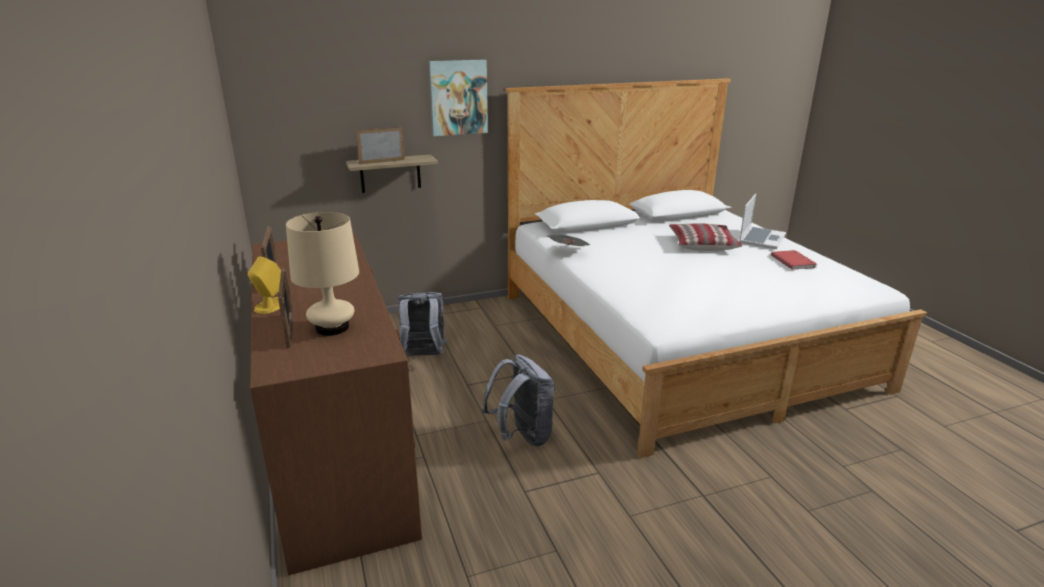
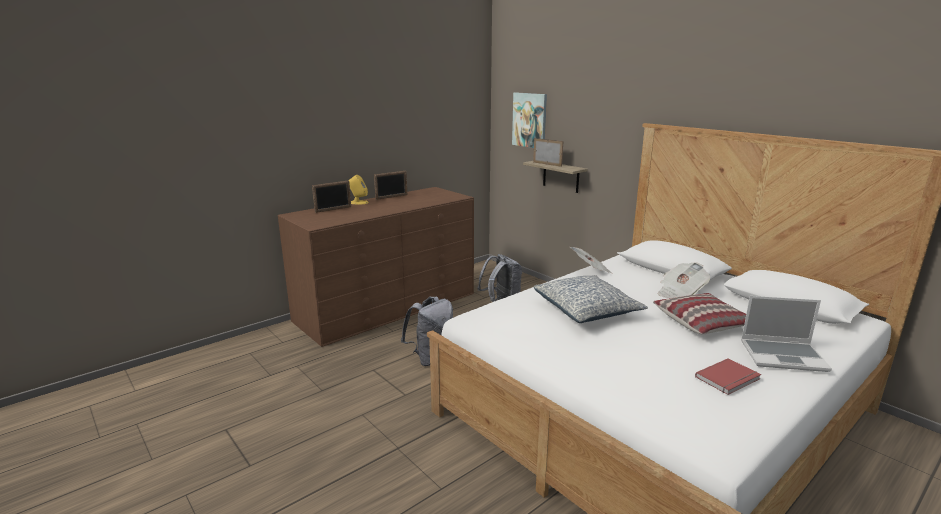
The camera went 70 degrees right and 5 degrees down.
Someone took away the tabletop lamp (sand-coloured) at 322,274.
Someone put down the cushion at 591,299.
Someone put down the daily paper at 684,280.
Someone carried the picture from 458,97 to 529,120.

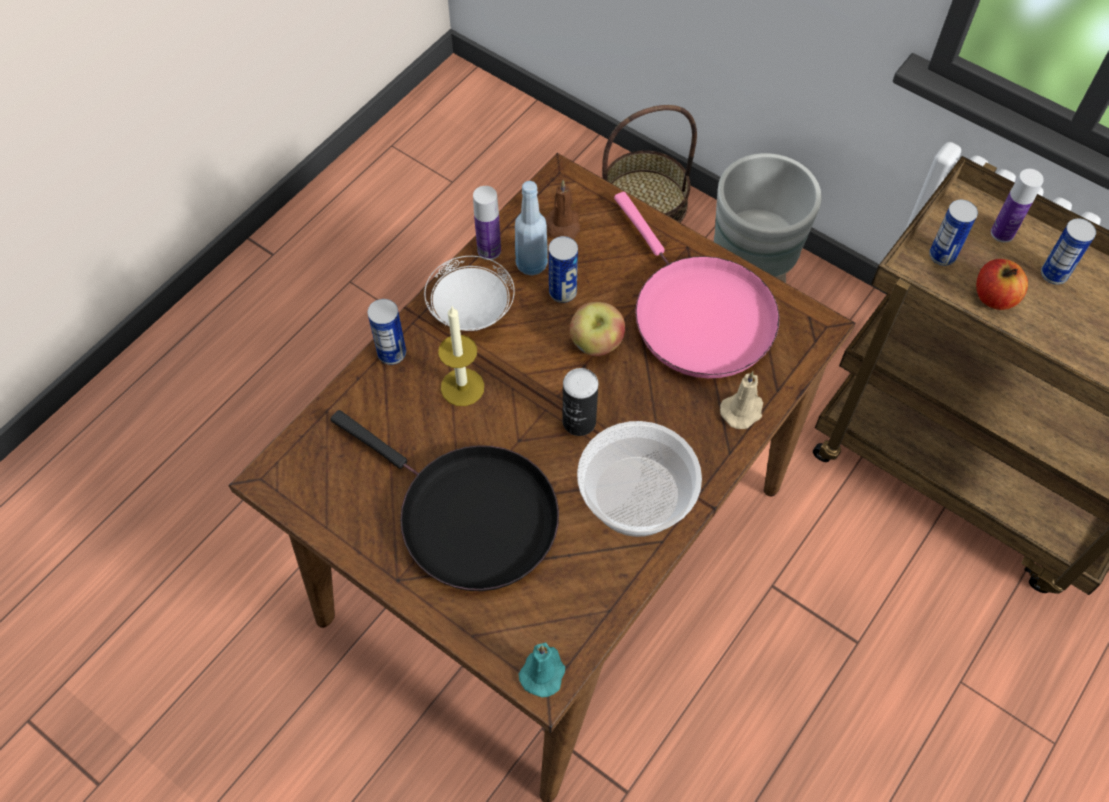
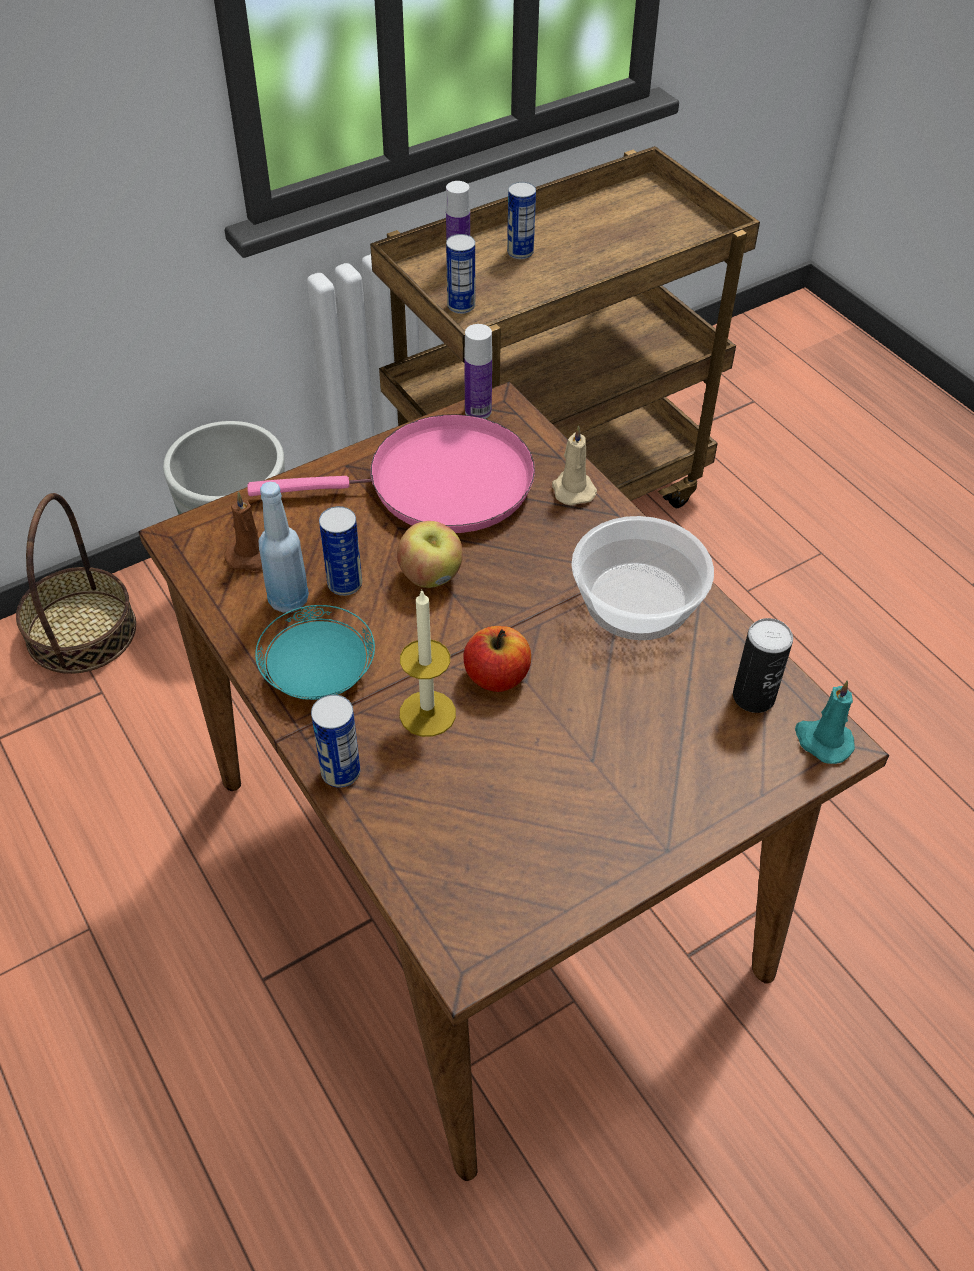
The camera went 70 degrees left and 10 degrees down.
Someone took away the skillet (black-coloured) at 445,500.
Someone carried the beverage bottle from 487,223 to 478,371.
Someone carried the sealed can from 580,402 to 763,665.
Someone carried the apple fruit from 1002,284 to 497,659.
Someone repainted the dinner plate (white) at 469,293, which became the dinner plate (turquoise-coloured) at 315,652.

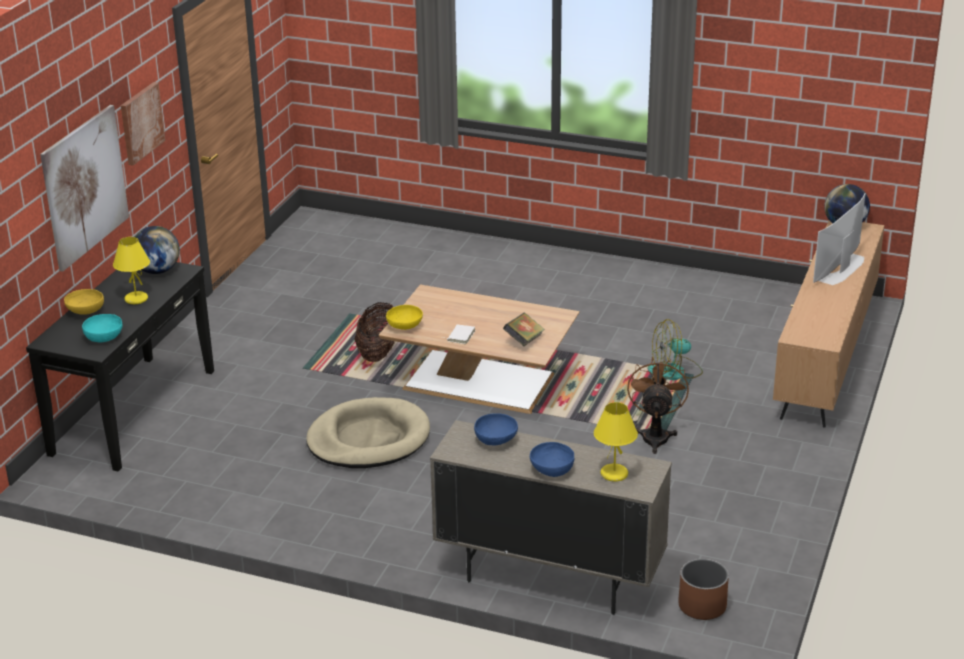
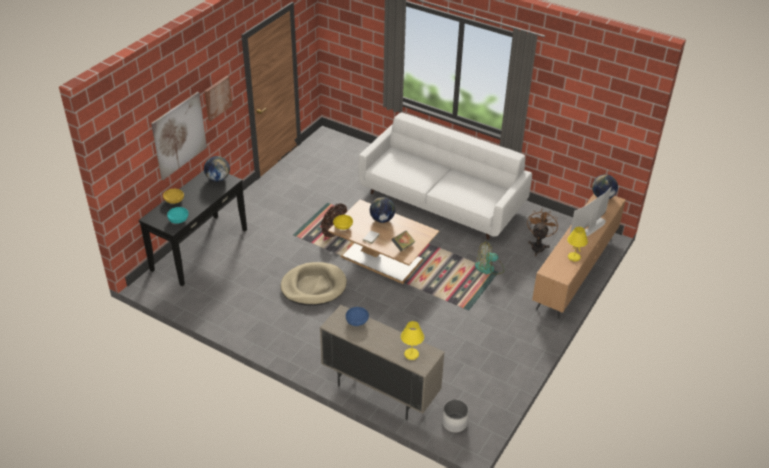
The camera went 10 degrees right and 10 degrees up.
Someone took away the deep dish (blue) at 552,459.
Someone put down the couch (white) at 445,176.
Someone put down the world globe at 382,210.
Someone carried the tabletop lamp (yellowish) from 131,270 to 577,244.
Someone carried the cooling fan (brownish) from 658,405 to 543,232.
Someone repainted the planter (brownish) at 703,589, which became the planter (white) at 455,416.

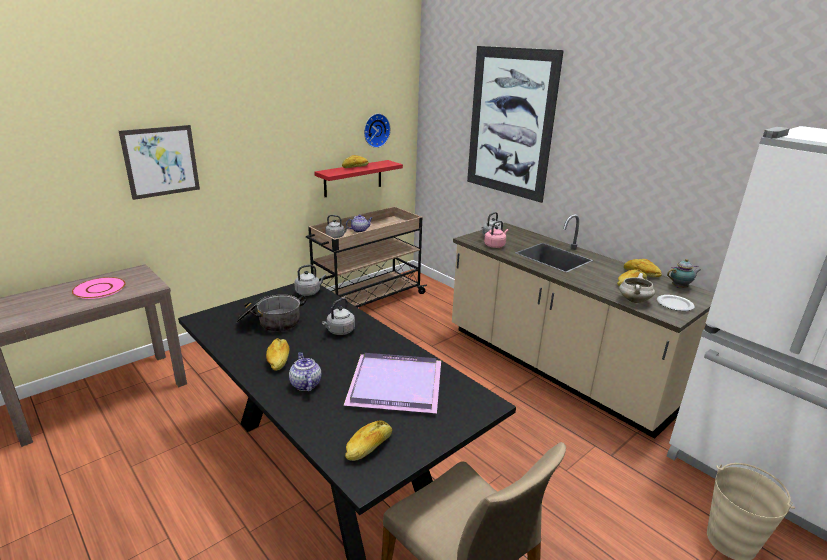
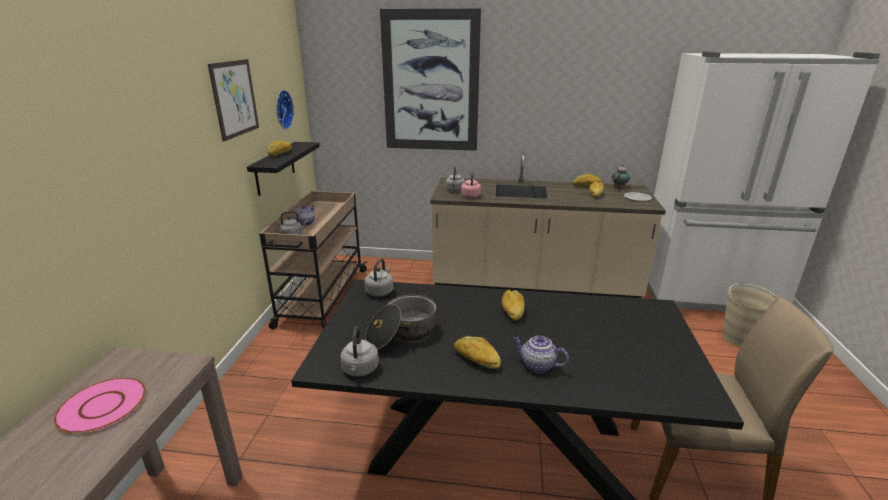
The camera went 40 degrees left and 0 degrees up.
Someone took away the tray (purple-coloured) at 392,383.
Someone took away the stockpot (white) at 637,288.
Someone carried the picture from 159,162 to 233,100.
Someone carried the tea kettle (greyish) from 338,316 to 360,351.
Someone carried the baked bread from 368,440 to 513,305.
Someone repainted the shelf (reddish) at 358,178, which became the shelf (black-coloured) at 283,169.

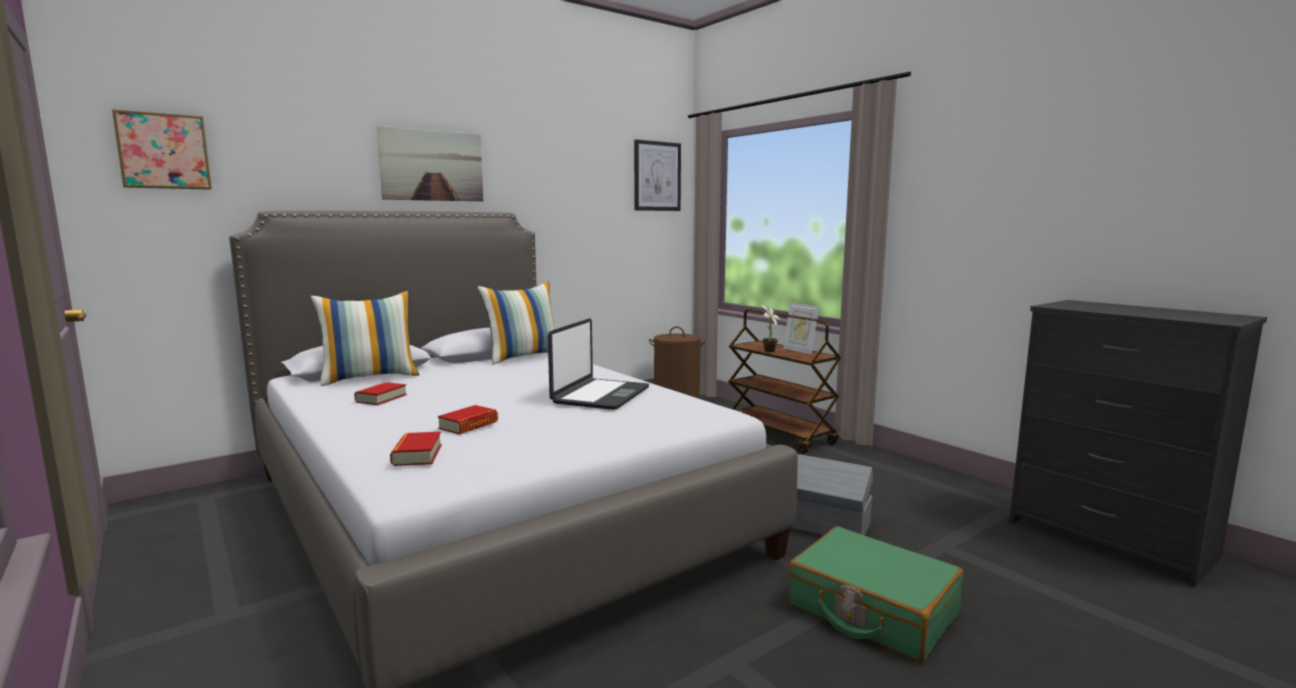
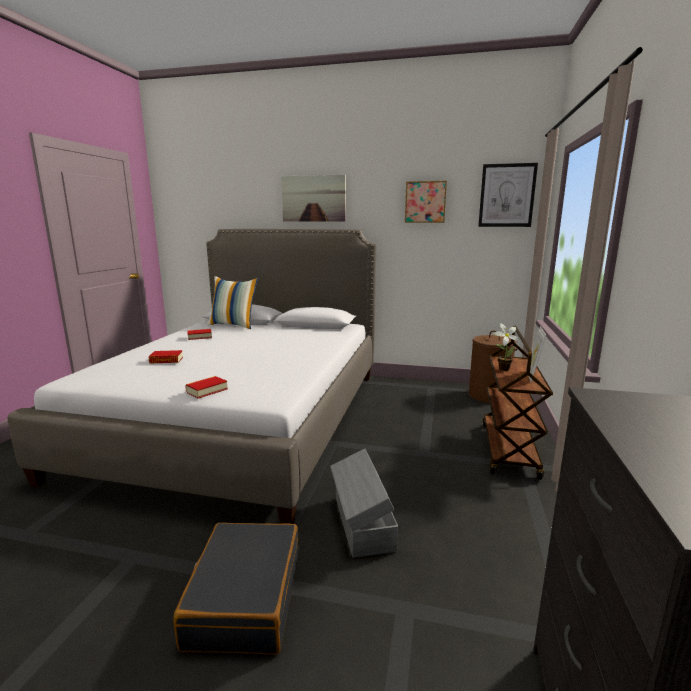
The camera went 50 degrees right and 5 degrees up.
Someone took away the cushion at 515,323.
Someone took away the portable computer at 598,364.
Someone carried the picture from 162,149 to 426,202.
Someone carried the volume from 416,449 to 206,387.
Someone repainted the travel case (greenish) at 876,594, which became the travel case (black-coloured) at 236,589.

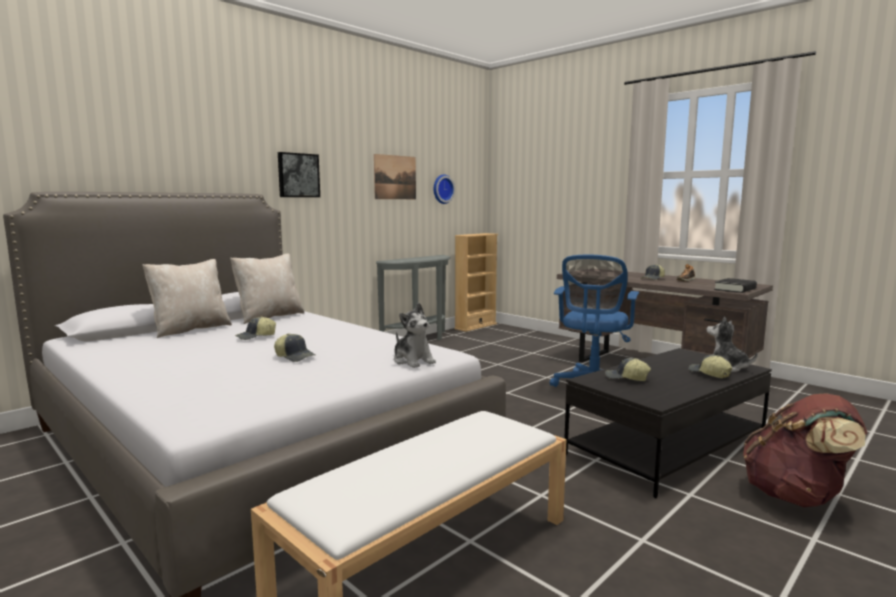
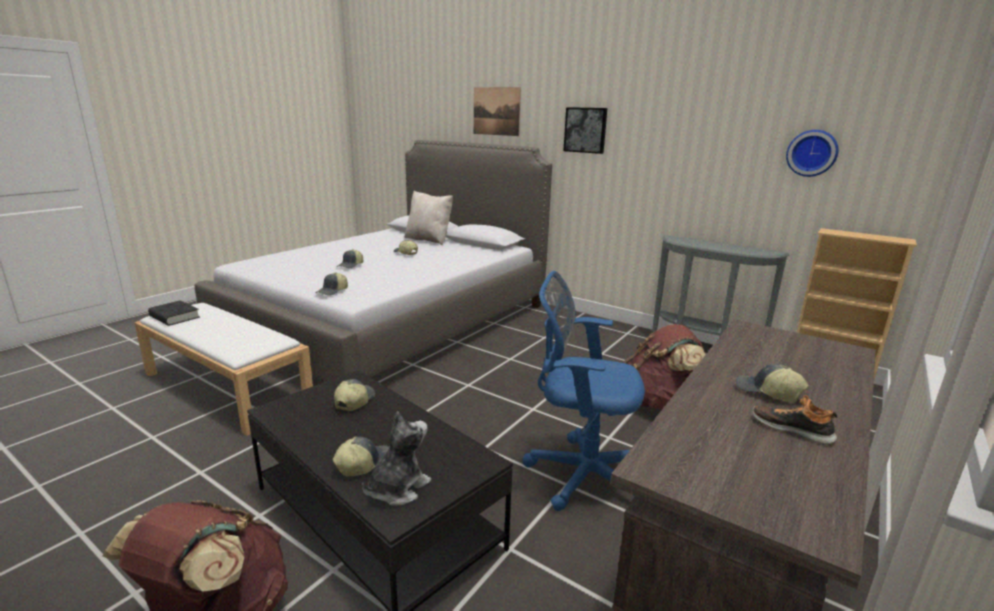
The camera went 80 degrees right and 10 degrees up.
Someone took away the cushion (sand-coloured) at 267,289.
Someone put down the backpack (brownish) at 664,366.
Someone carried the picture from 395,176 to 497,111.
Someone carried the volume (black-coloured) from 735,285 to 174,313.
Someone swapped the plush toy at 415,335 for the baseball cap at 331,284.

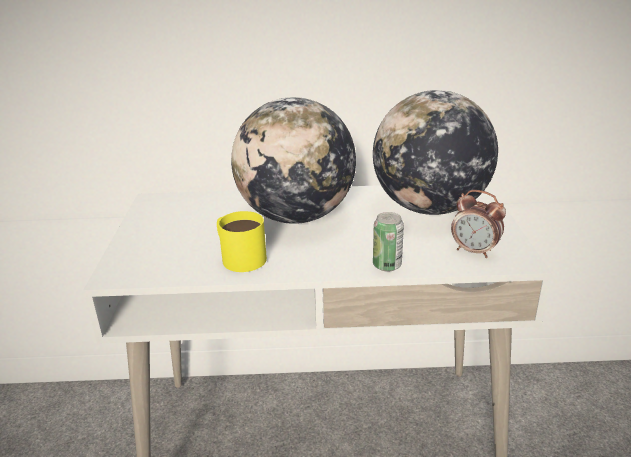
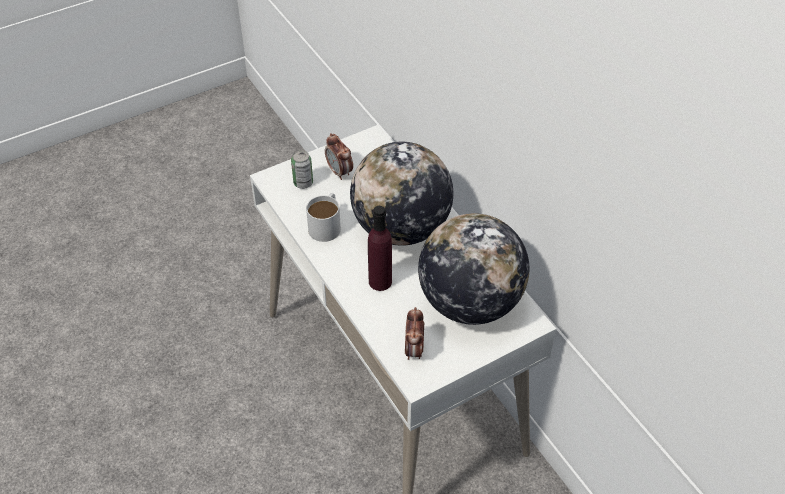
The camera went 60 degrees right and 20 degrees up.
Someone put down the bedside clock at 339,156.
Someone put down the beverage bottle (purple-coloured) at 380,248.
Someone carried the sealed can from 388,242 to 302,169.
Someone repainted the mug (yellowish) at 242,241, which became the mug (white) at 323,217.

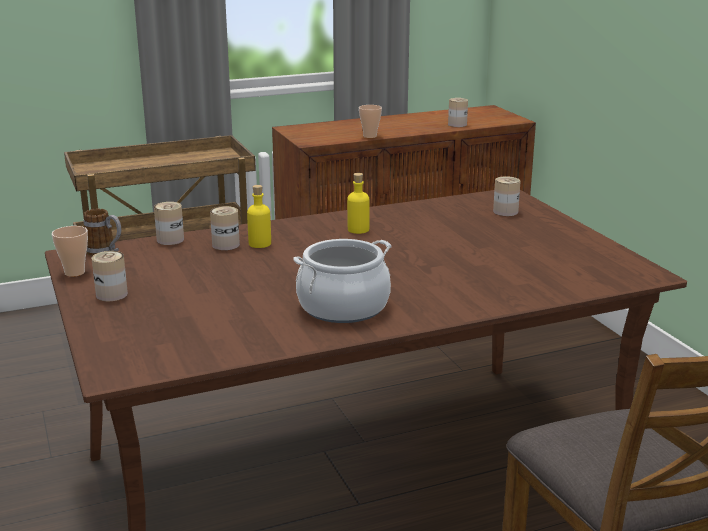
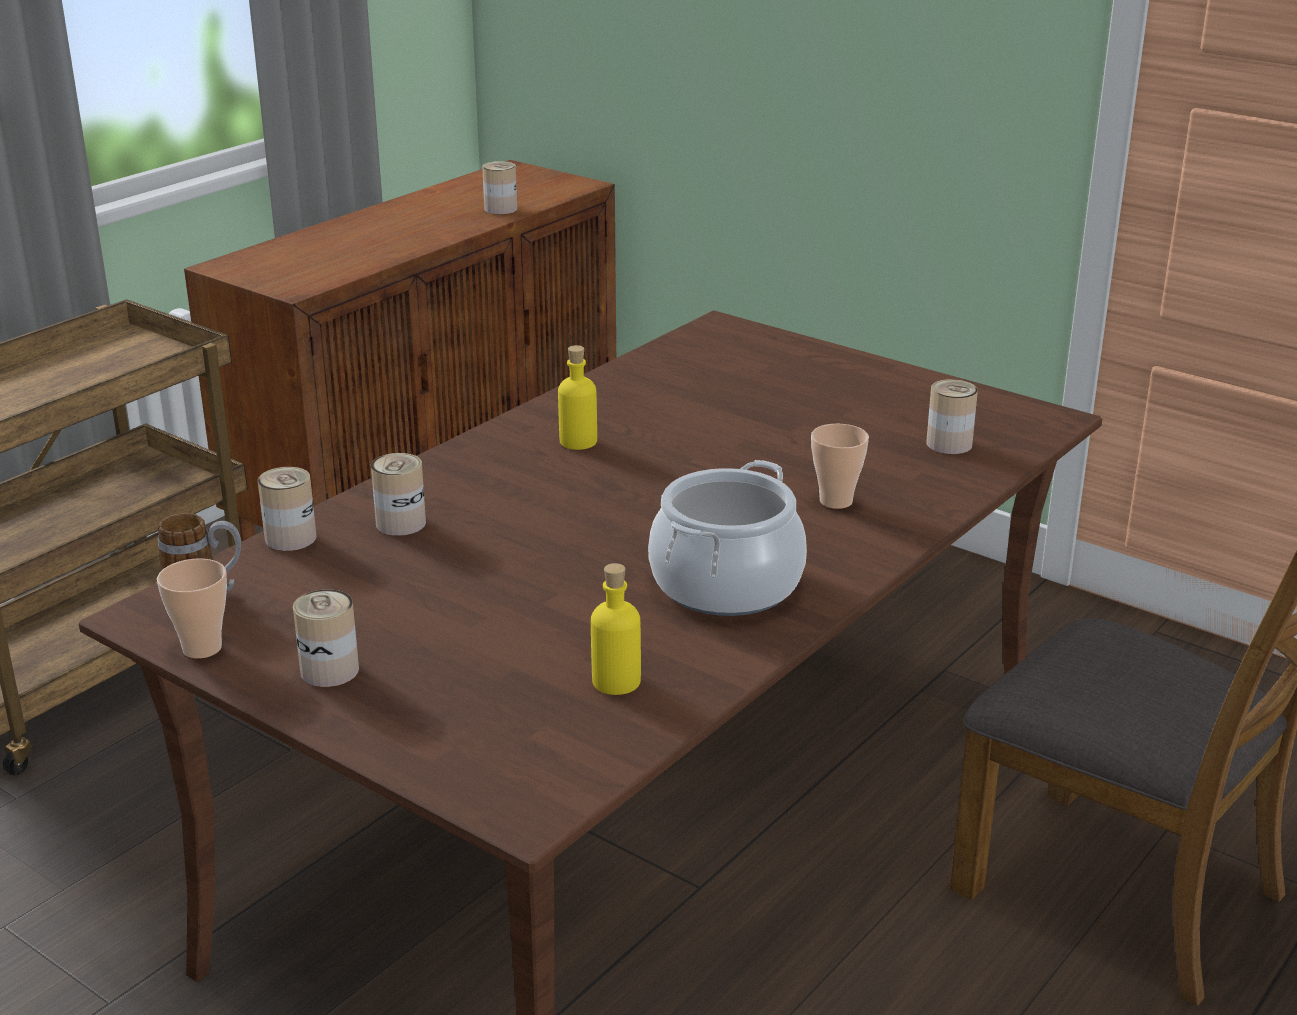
The camera went 30 degrees left and 5 degrees up.
Someone carried the beverage bottle (yellowish) from 259,216 to 616,629.
Someone carried the small cup from 370,121 to 840,466.
Someone carried the sealed can from 507,196 to 952,416.

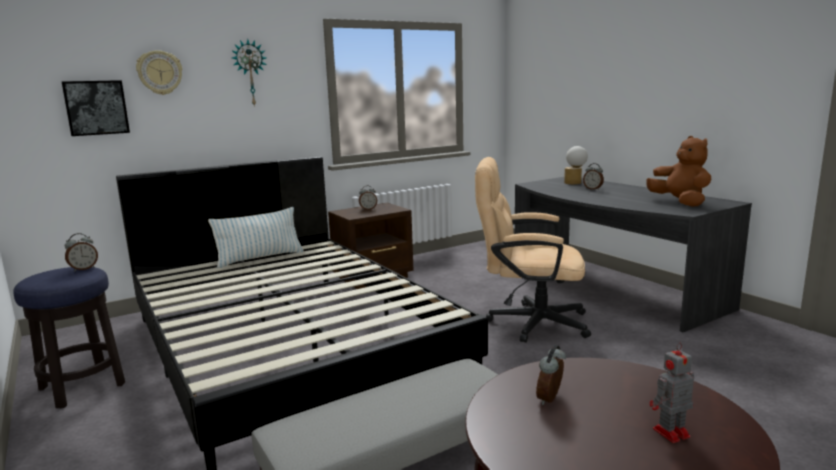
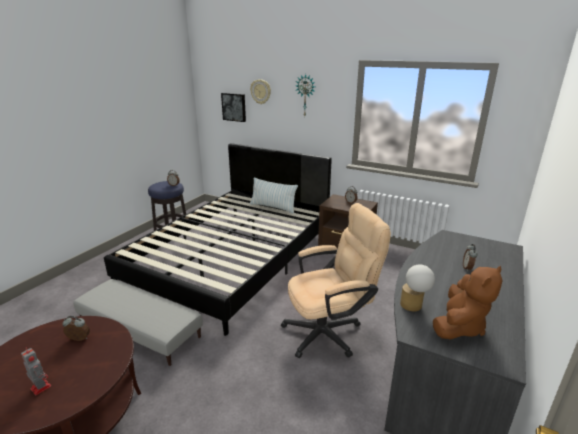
The camera went 60 degrees right and 10 degrees up.
Someone carried the tabletop lamp from 576,165 to 417,288.
Someone rotated the desk chair (sand-coloured) at 533,250 by 90 degrees clockwise.

